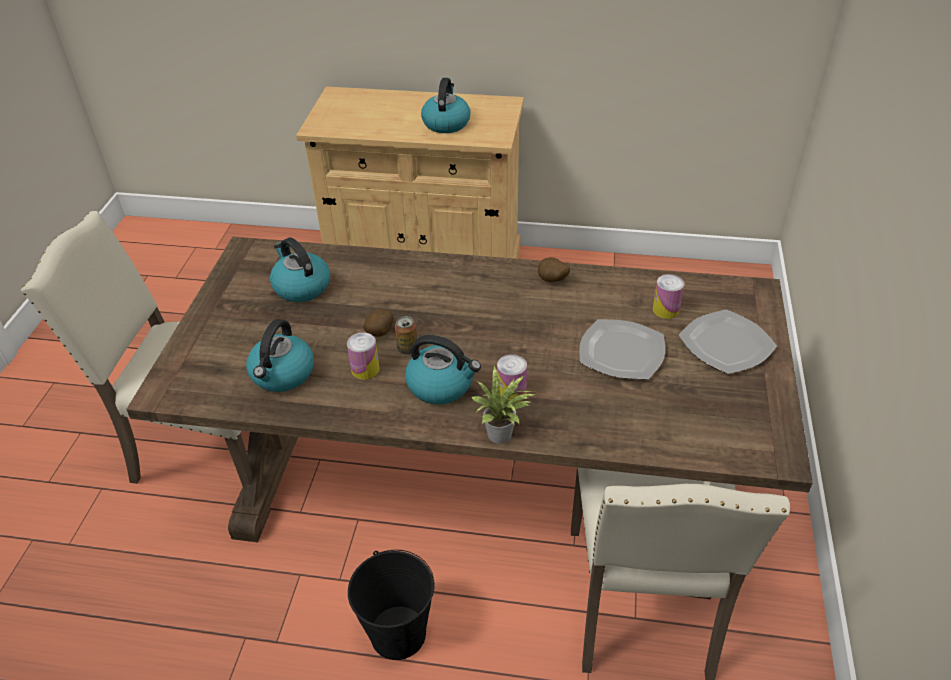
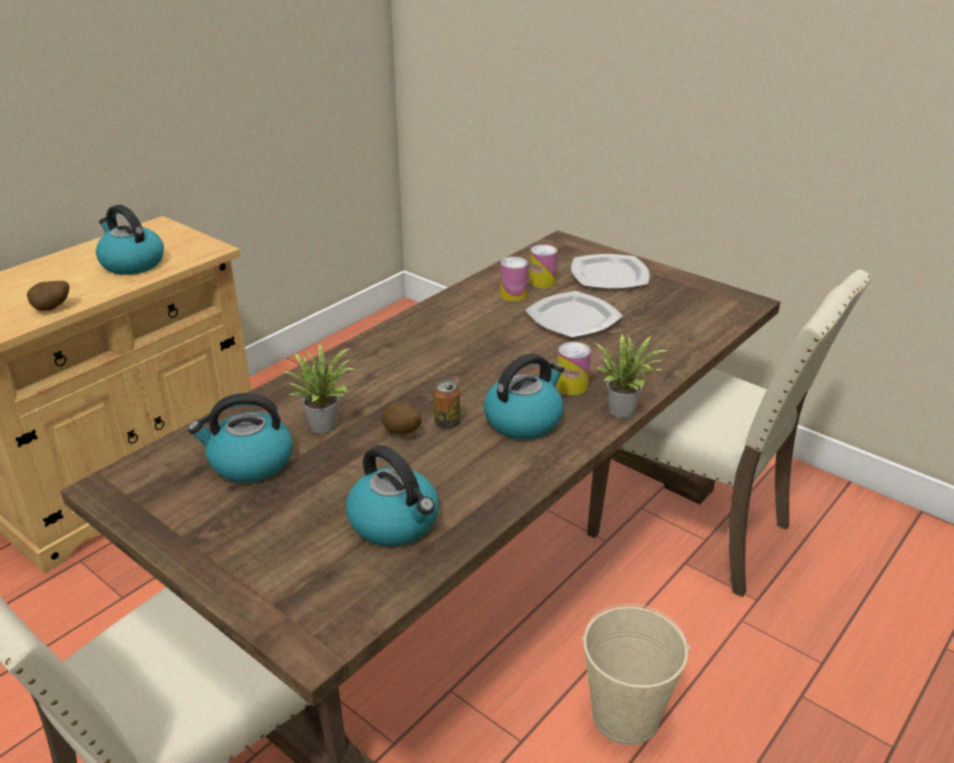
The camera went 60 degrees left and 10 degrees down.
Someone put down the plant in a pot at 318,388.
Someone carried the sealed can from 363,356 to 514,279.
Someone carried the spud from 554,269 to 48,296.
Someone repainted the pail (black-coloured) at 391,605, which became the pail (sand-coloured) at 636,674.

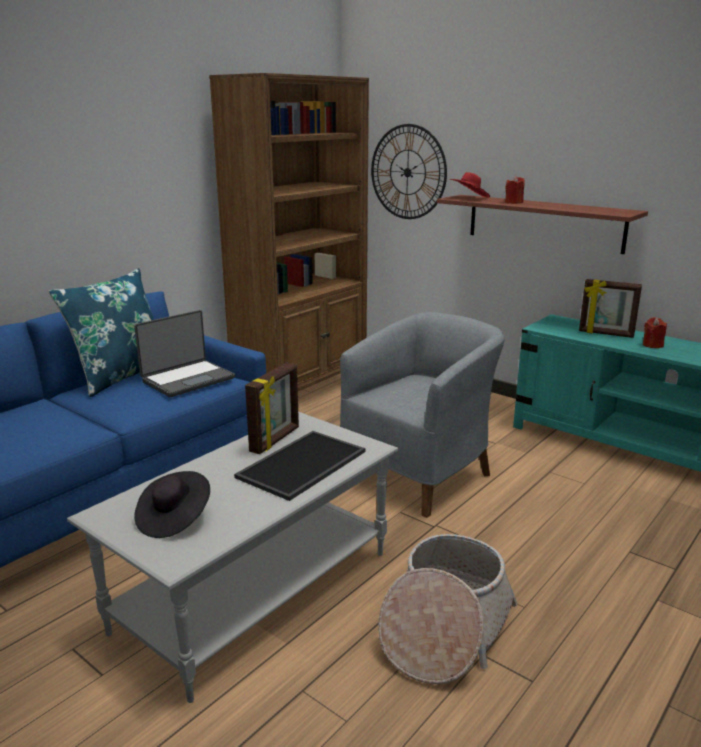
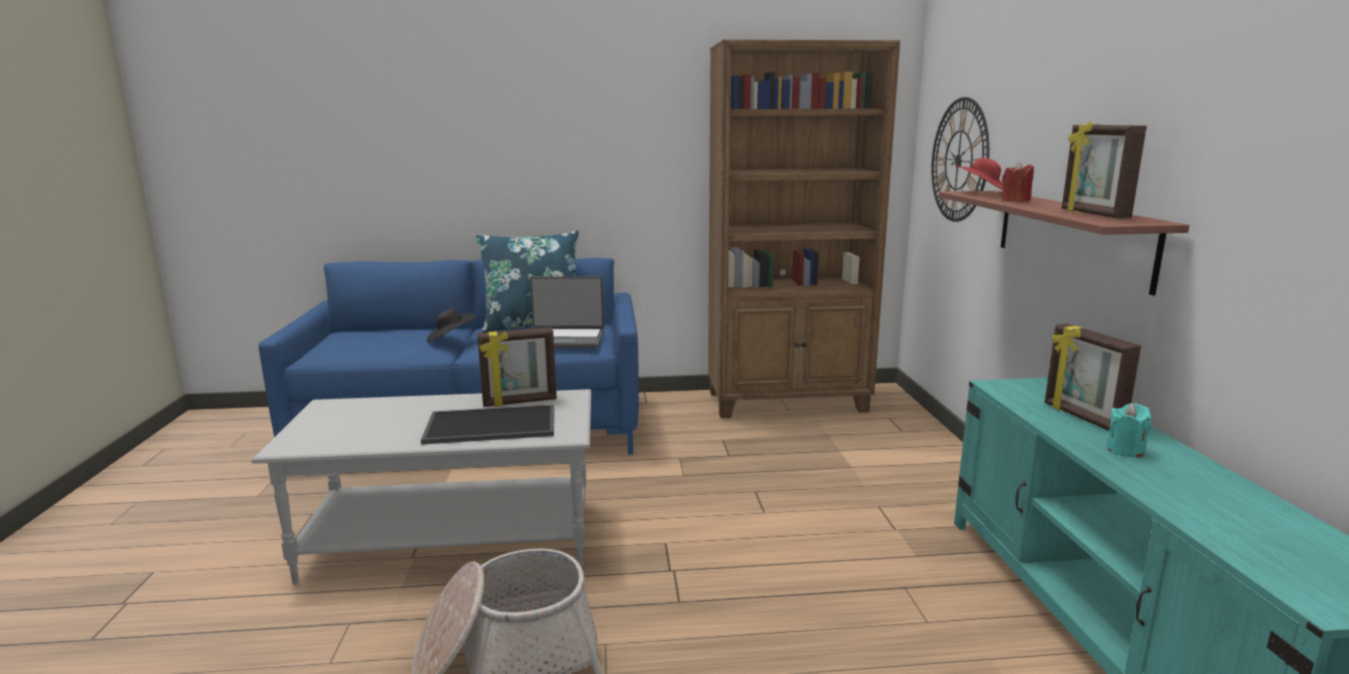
The camera went 45 degrees right and 5 degrees down.
Someone took away the easy chair (greyish) at 422,415.
Someone put down the photo frame at 1104,170.
Someone carried the wearable hat (black-coloured) from 172,504 to 451,326.
Someone repainted the wax candle (reddish) at 655,332, which became the wax candle (turquoise-coloured) at 1129,430.

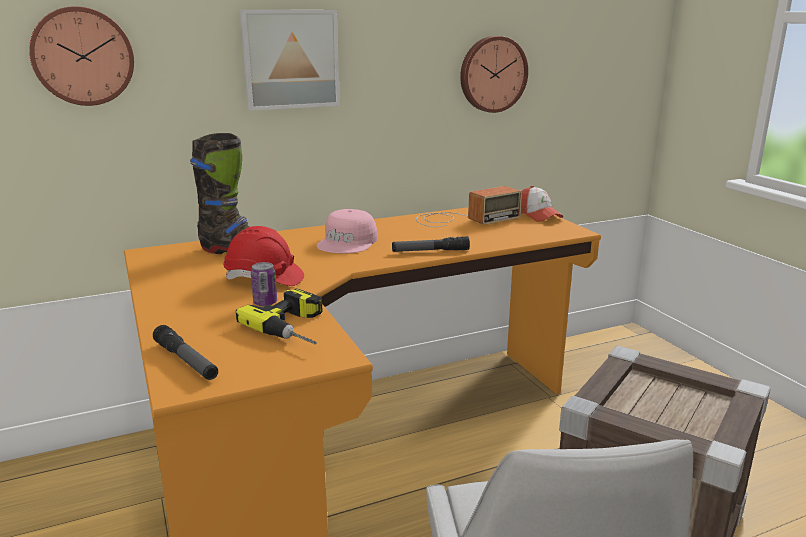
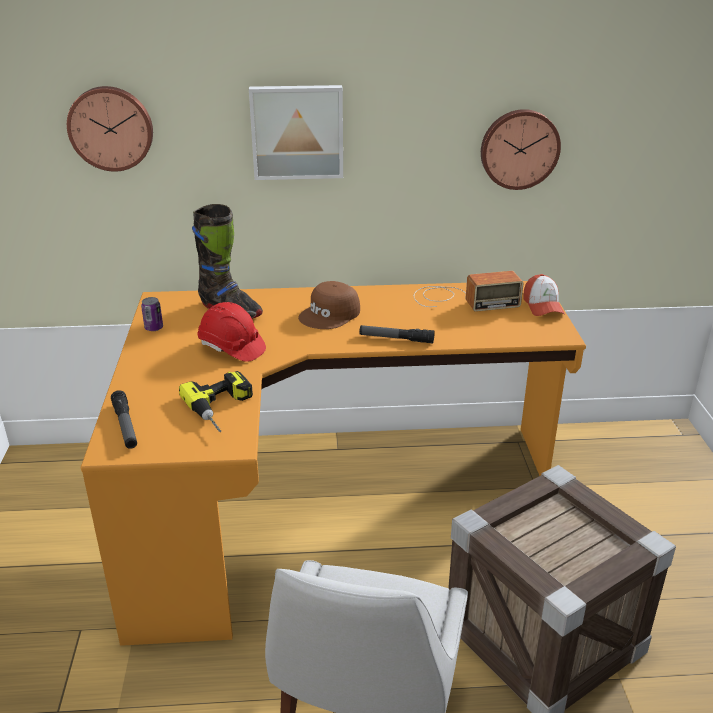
The camera went 20 degrees right and 10 degrees up.
Someone carried the sealed can from 264,284 to 152,314.
Someone repainted the baseball cap (pinkish) at 347,231, which became the baseball cap (brownish) at 329,305.

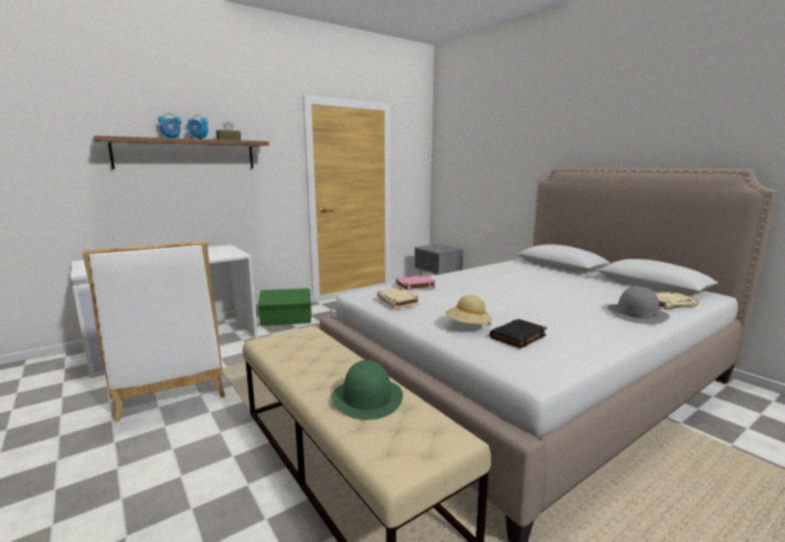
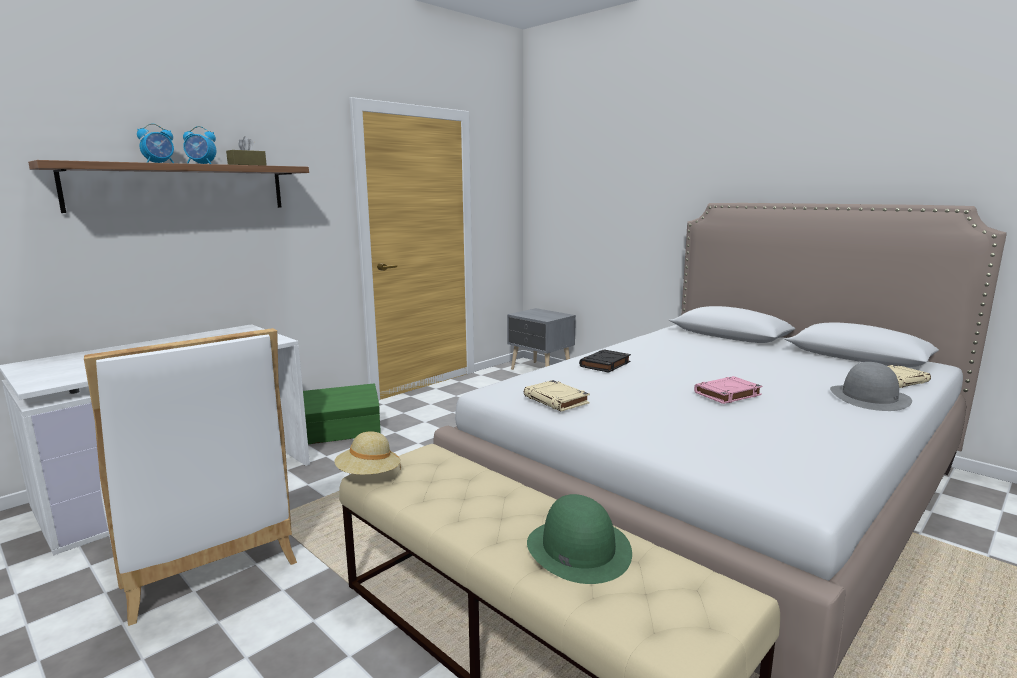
The camera went 10 degrees left and 0 degrees up.
Someone carried the volume (pinkish) from 415,283 to 728,390.
Someone carried the wearable hat (sand-coloured) from 468,310 to 367,453.
Someone carried the volume (black-coloured) from 518,334 to 605,361.

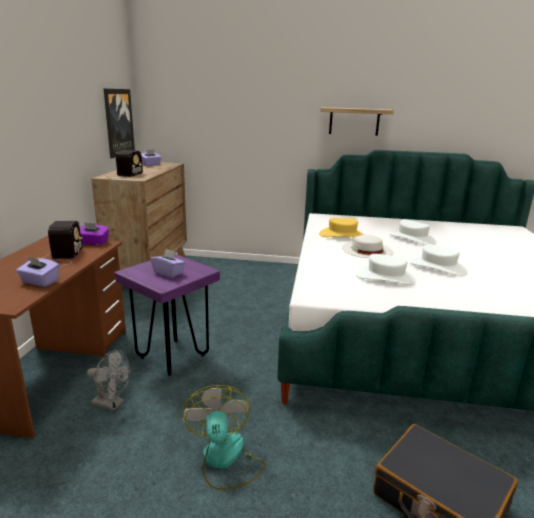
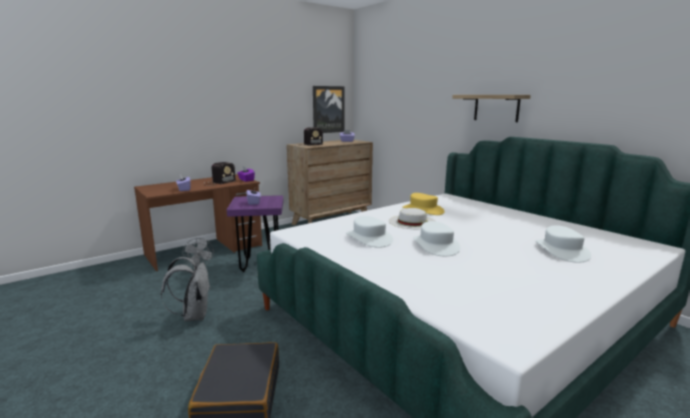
The camera went 45 degrees right and 5 degrees down.
Someone carried the wearable hat (white) from 412,232 to 563,244.
Someone swapped the cooling fan at 223,437 for the backpack (greyish) at 186,289.

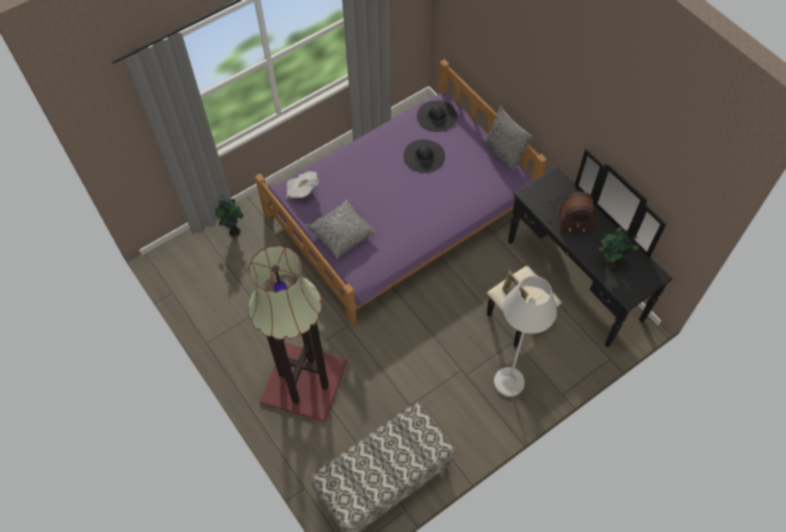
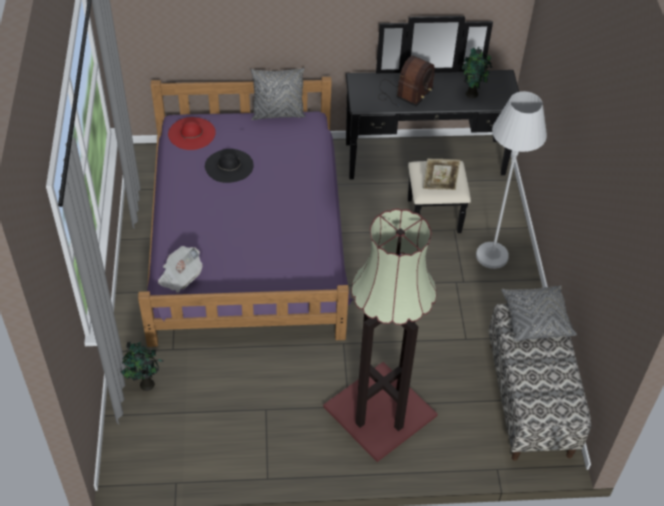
The camera went 60 degrees left and 10 degrees down.
Someone carried the cushion (greyish) from 341,229 to 539,313.
Someone repainted the wearable hat (black-coloured) at 437,116, which became the wearable hat (reddish) at 192,133.

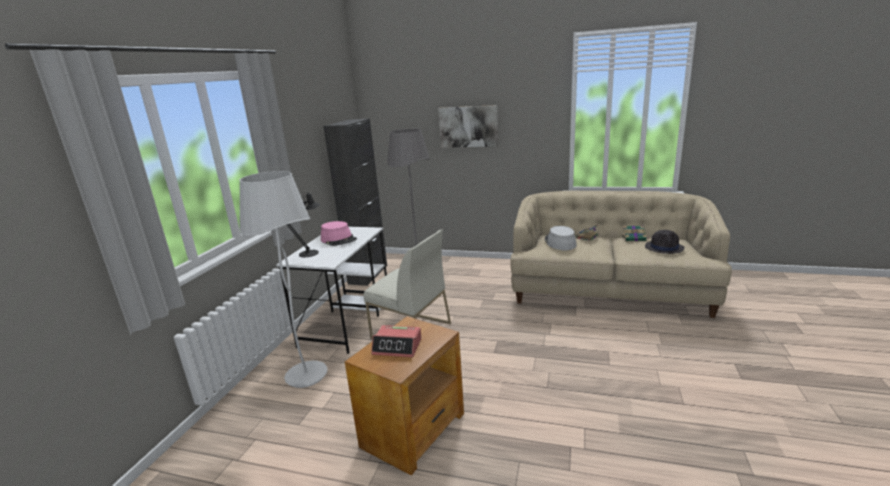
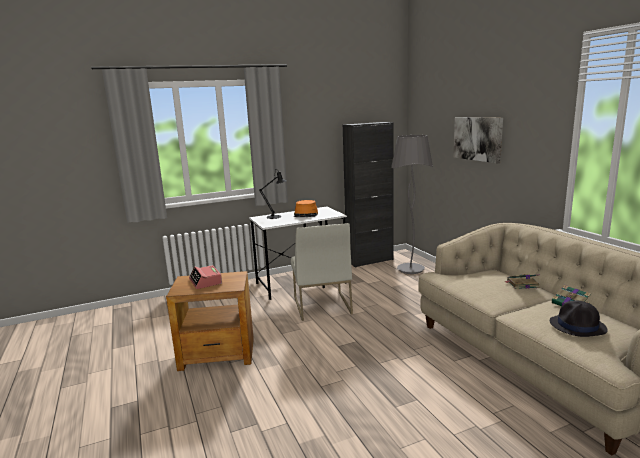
The camera went 50 degrees right and 5 degrees down.
Someone took away the standard lamp (white) at 283,279.
Someone took away the wearable hat (greyish) at 561,238.
Someone repainted the wearable hat (pinkish) at 339,233, which became the wearable hat (orange-coloured) at 306,208.

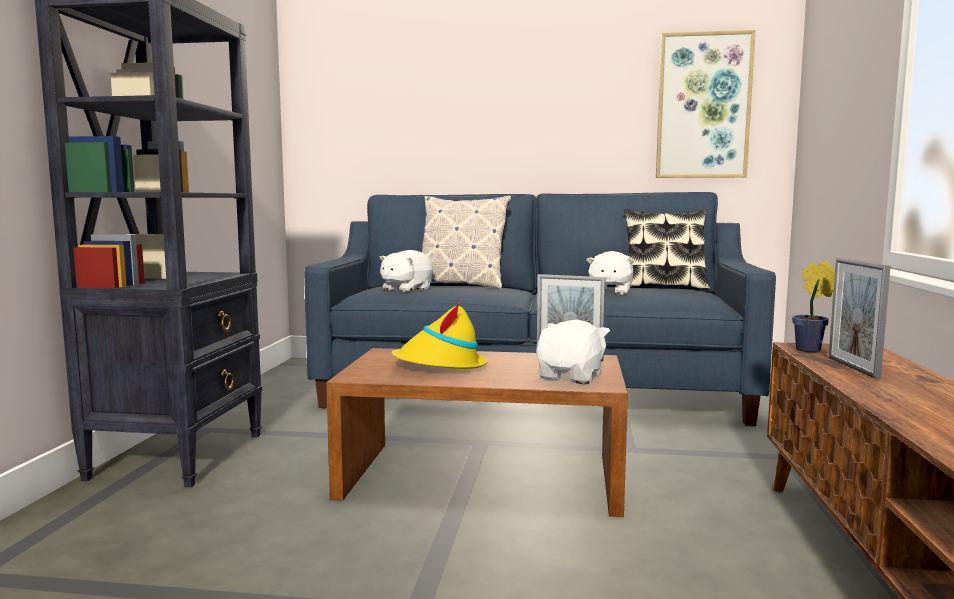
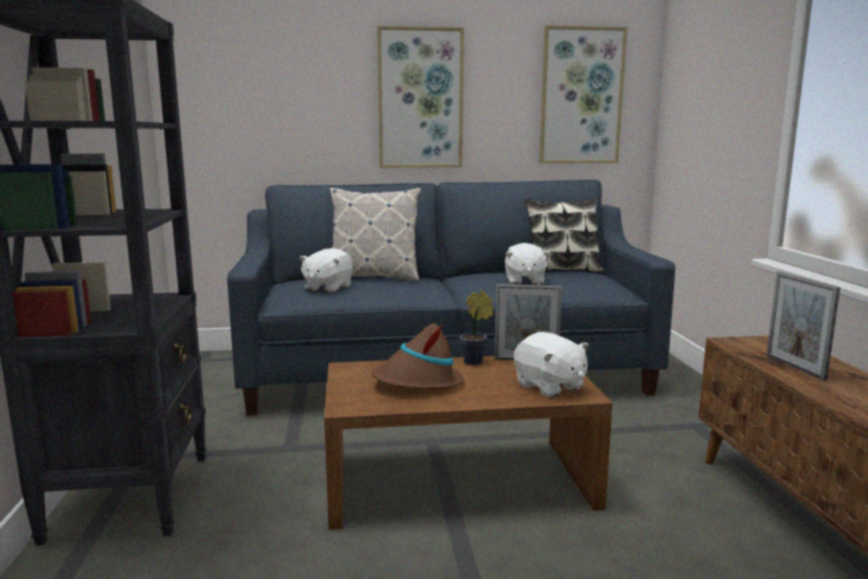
The camera went 15 degrees left and 5 degrees up.
Someone put up the picture at 420,97.
Someone carried the plant in a pot from 813,306 to 477,328.
Someone repainted the wearable hat (yellowish) at 439,336, which became the wearable hat (brownish) at 417,356.
Someone rotated the plush toy (white) at 573,352 by 135 degrees clockwise.

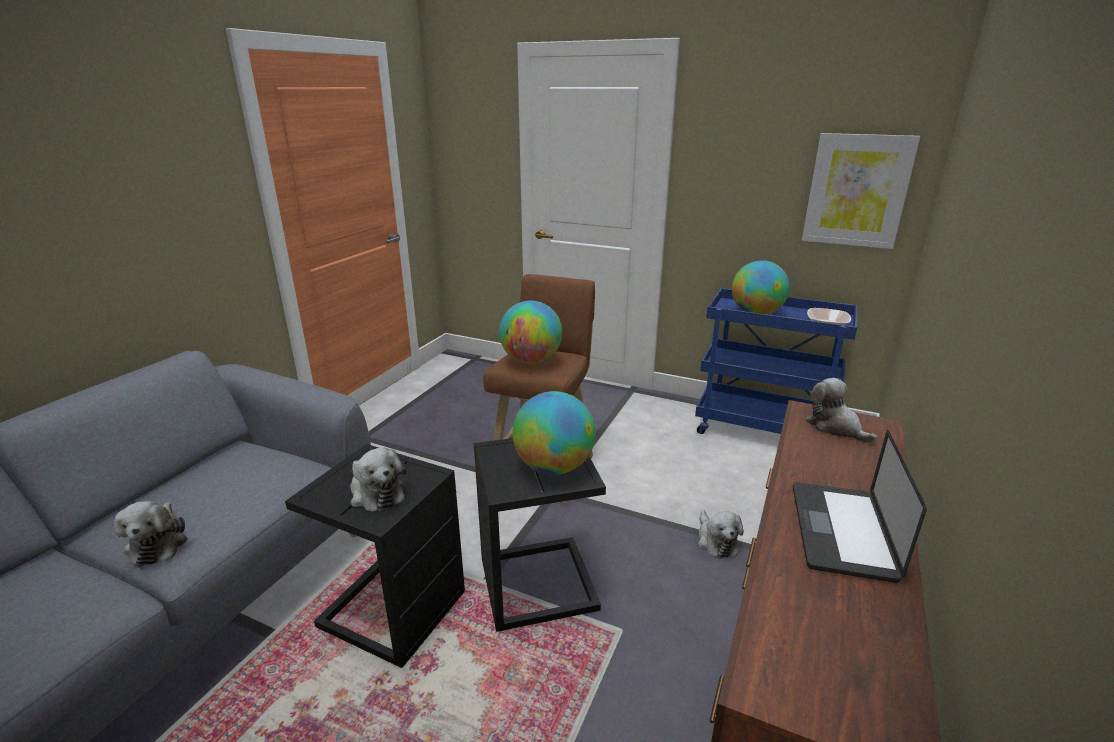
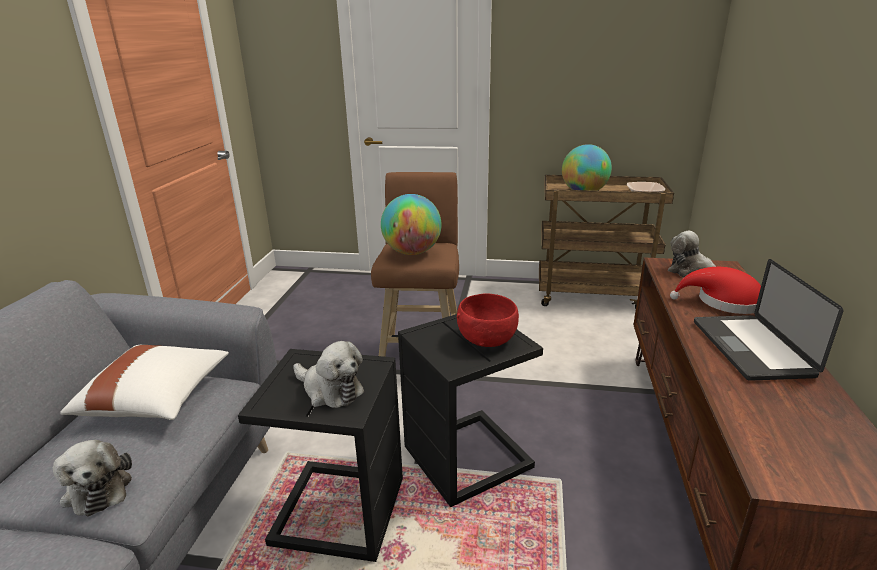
The camera went 15 degrees left and 0 degrees up.
Someone took away the plush toy at 721,534.
Someone took away the picture at 861,191.
Someone put down the cushion (white) at 144,382.
Someone put down the wearable hat (reddish) at 715,290.
Someone swapped the world globe at 553,433 for the deep dish (reddish) at 488,320.
Someone repainted the trolley (blue) at 776,361, which became the trolley (brownish) at 606,242.

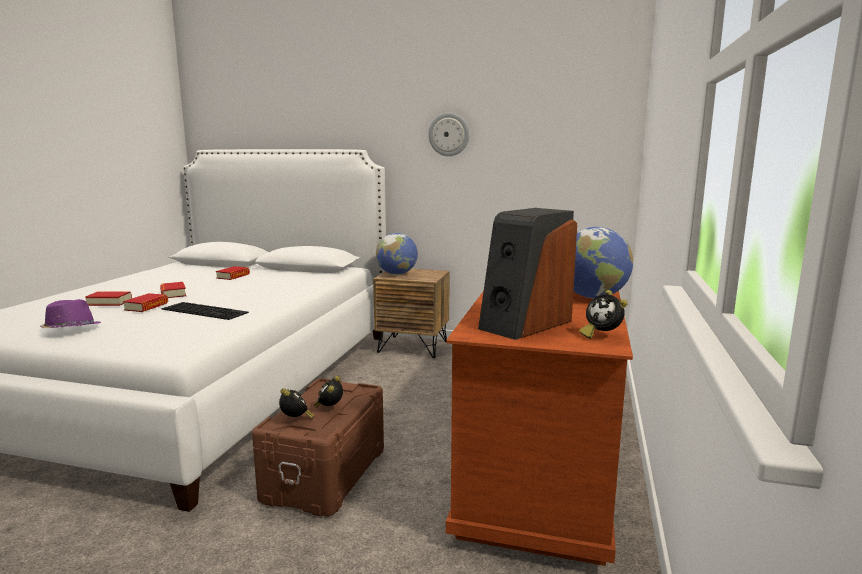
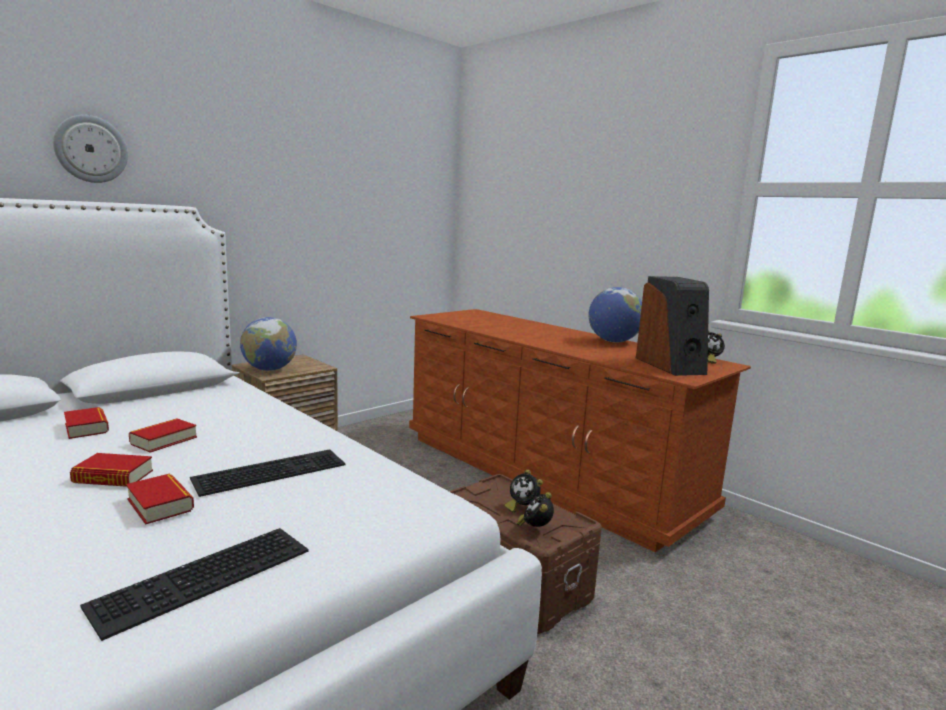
The camera went 60 degrees left and 0 degrees up.
Someone carried the volume from 108,298 to 163,435.
Someone carried the hanging clock from 448,134 to 90,149.
Someone swapped the wearable hat (purple-coloured) at 71,313 for the keyboard at 194,584.
Someone rotated the bedside clock at 297,403 by 75 degrees counterclockwise.

